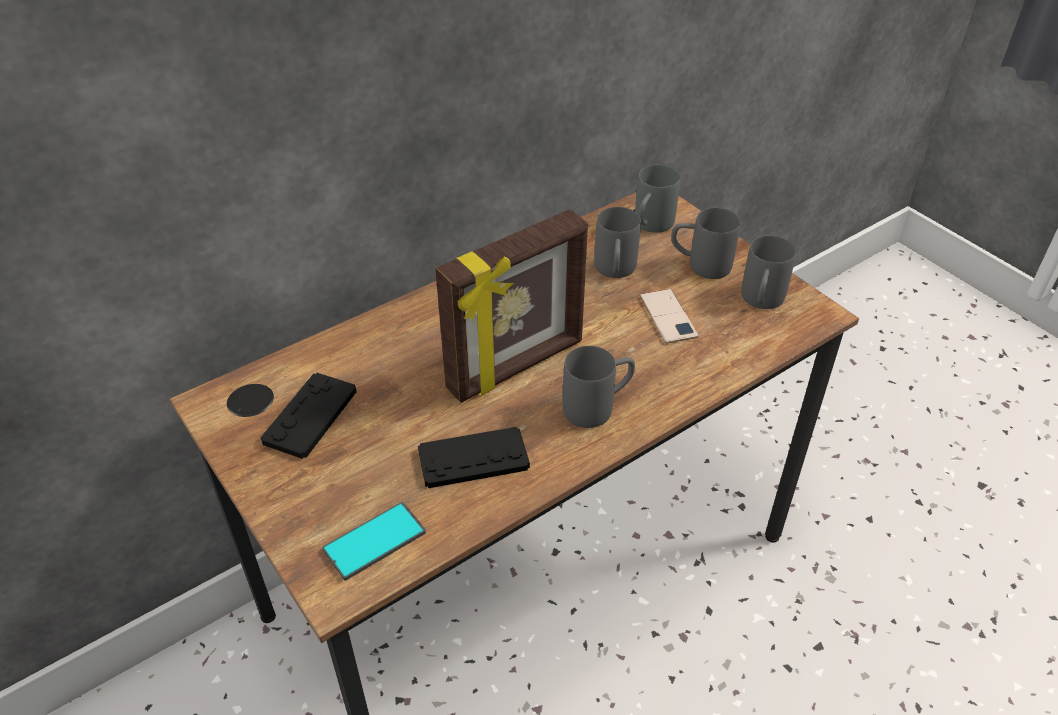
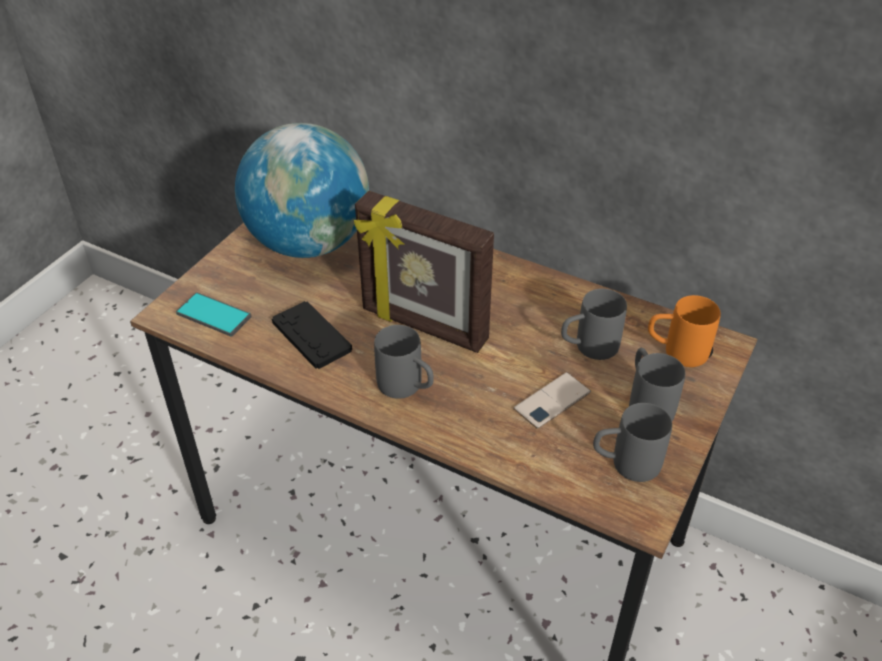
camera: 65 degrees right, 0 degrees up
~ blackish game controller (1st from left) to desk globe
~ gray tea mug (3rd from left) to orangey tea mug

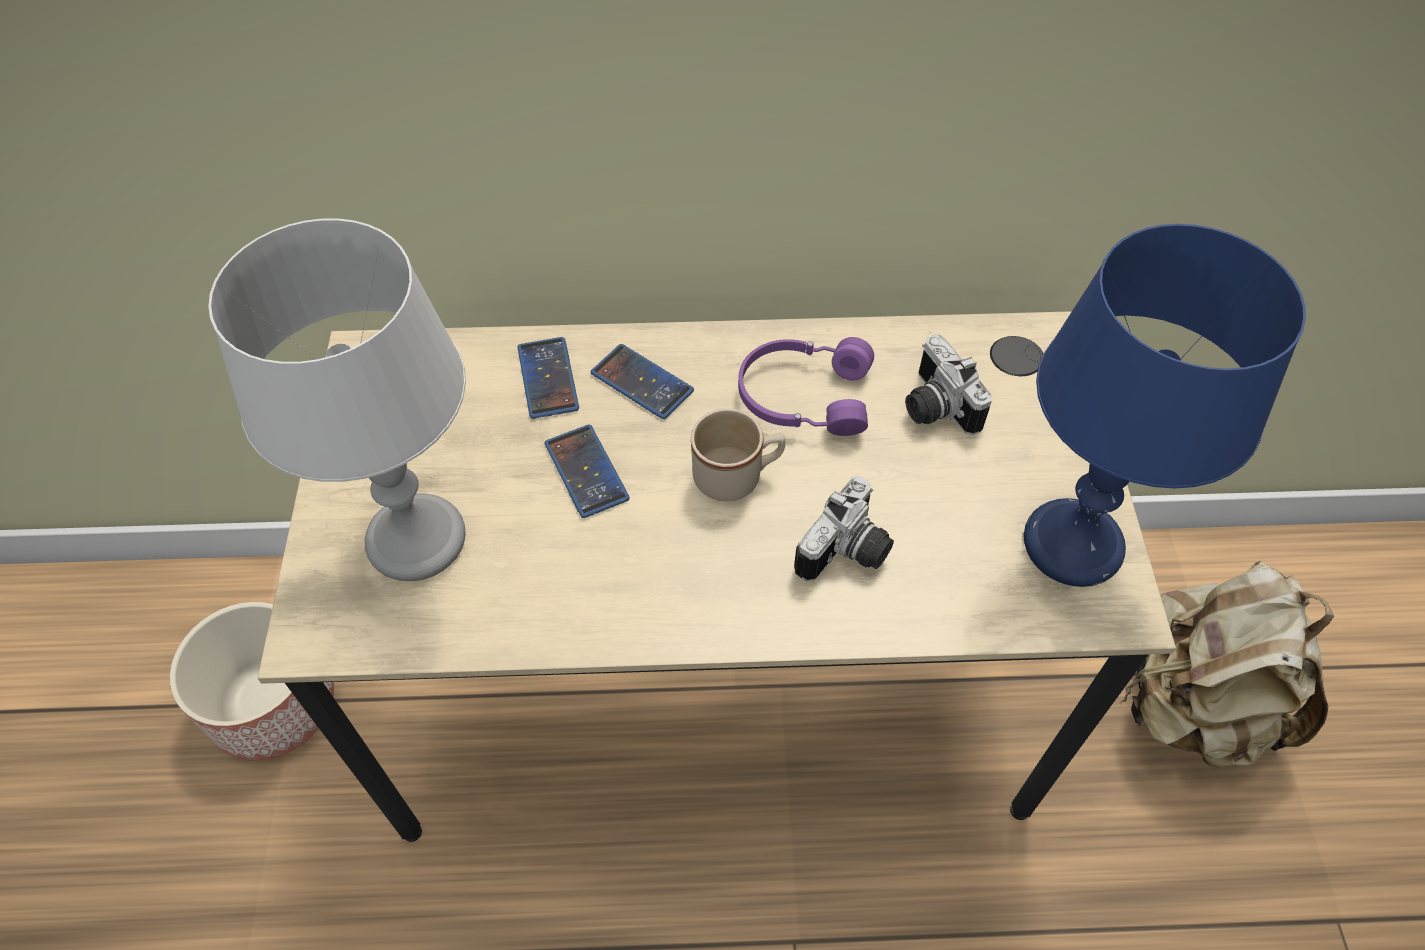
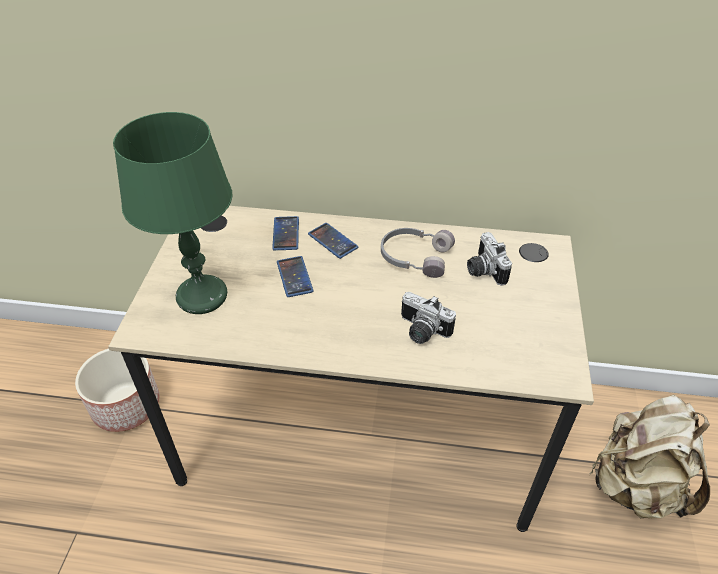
camera: 10 degrees right, 10 degrees down
~ gray lamp for a table to green lamp for a table
~ purple pair of headphones to gray pair of headphones
~ still camera (1st from left) 75 degrees clockwise
- beige tea mug
- blue lamp for a table

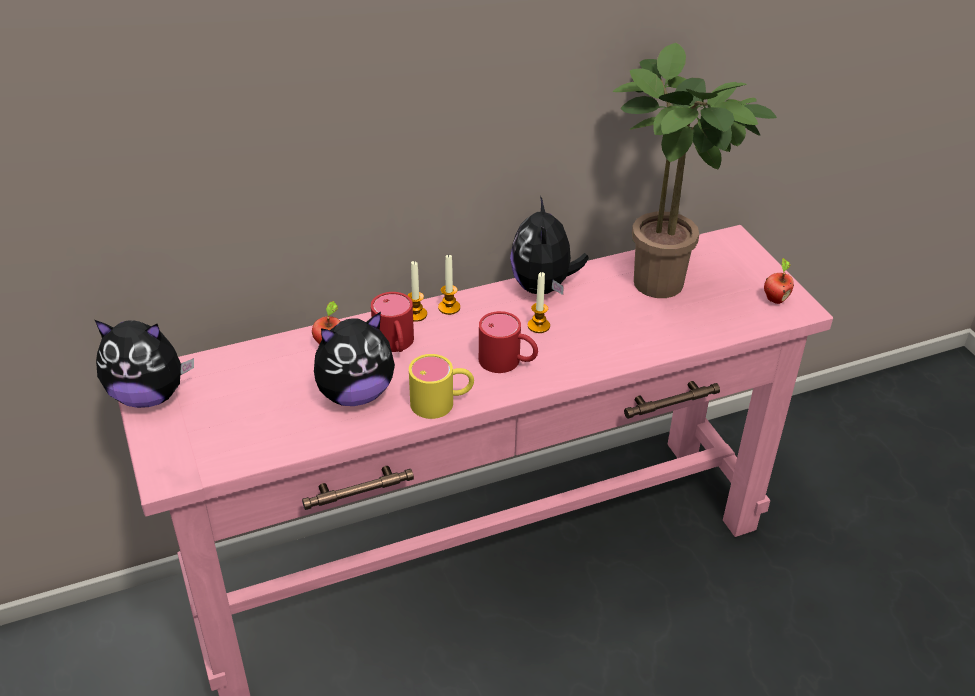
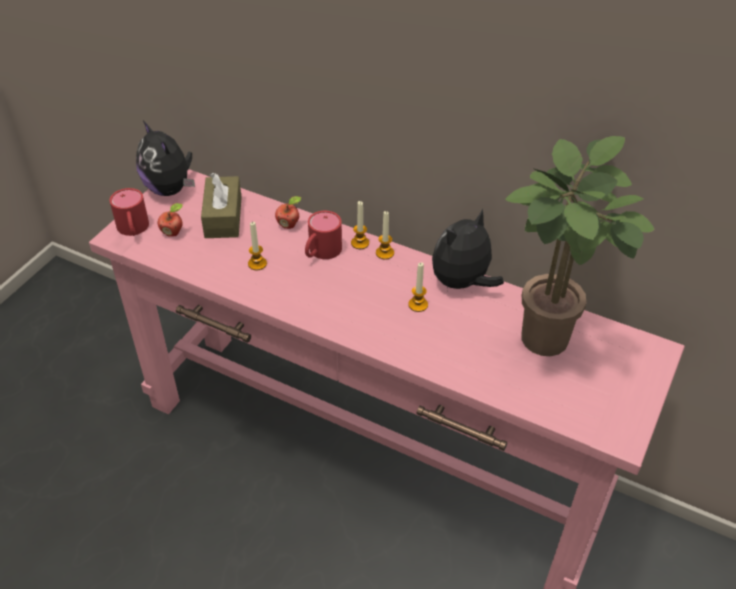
camera: 50 degrees right, 5 degrees up
~ reddish tea mug (2nd from left in the first image) to reddish tea mug (1st from left)
~ whole apple (2nd from left in the first image) to whole apple (1st from left)
+ brown-coloured box of tissues
~ cuddly toy (2nd from left) to candle (1st from left)
- yellow-coloured tea mug

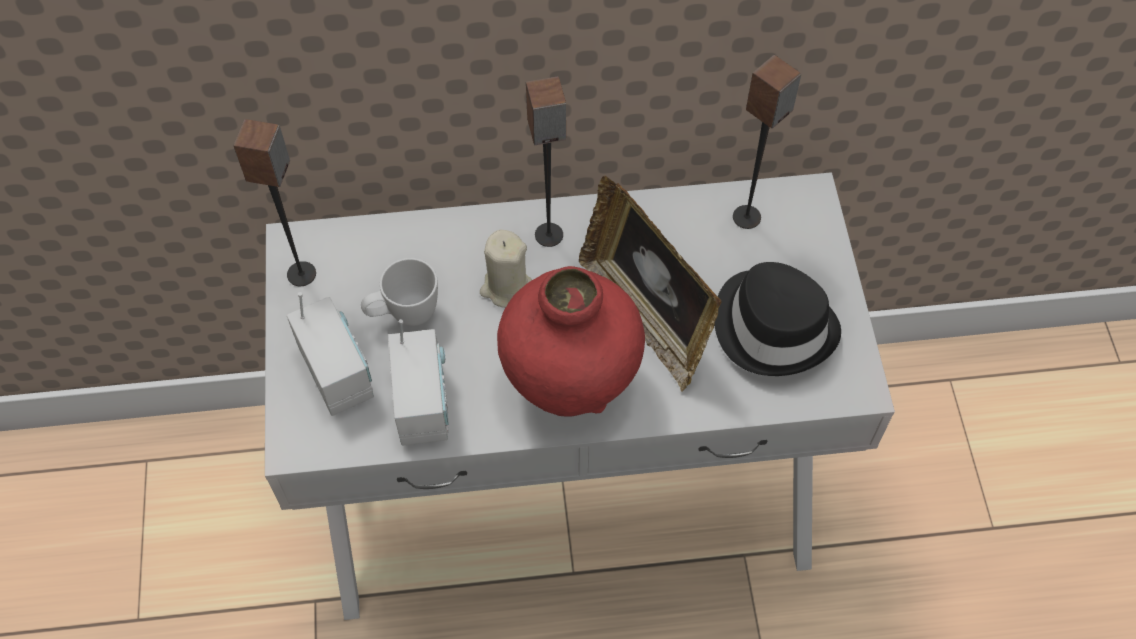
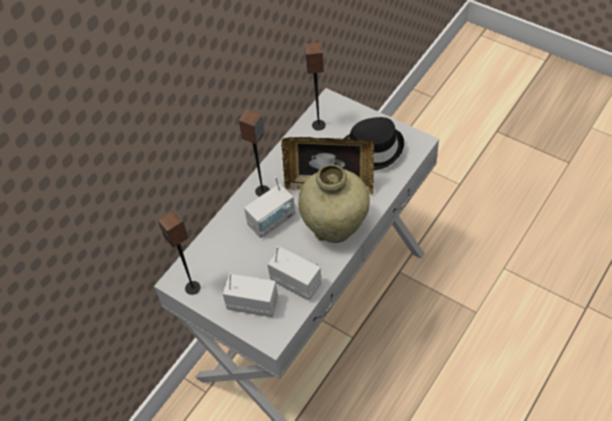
camera: 45 degrees left, 5 degrees down
~ beige candle to radio set (2nd from left)
~ reddish flower vase to beige flower vase
- white-coloured tea mug

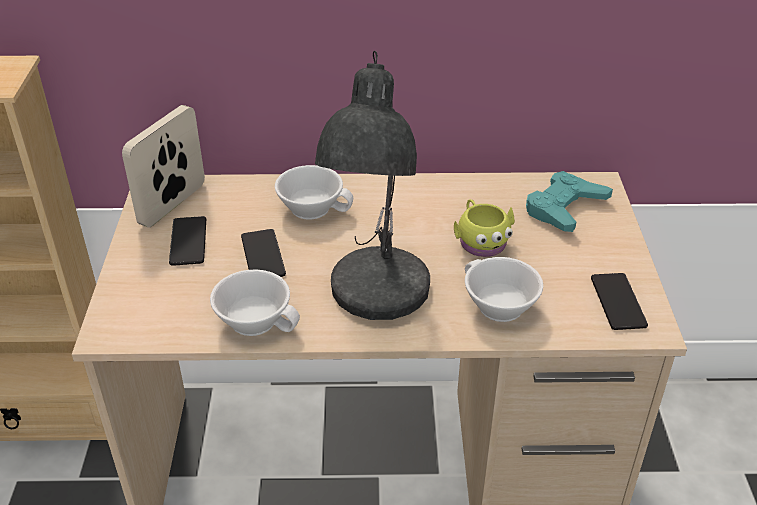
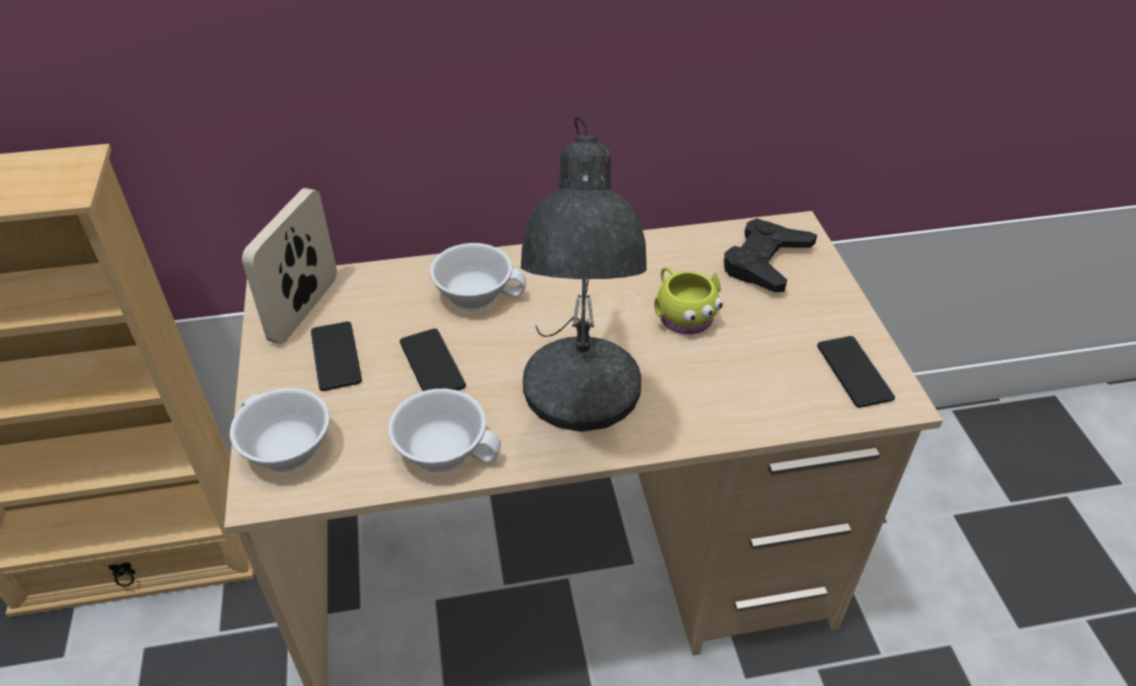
camera: 10 degrees left, 5 degrees up
~ white-coloured drinking cup (3rd from left in the first image) to white-coloured drinking cup (1st from left)
~ turquoise game controller to blackish game controller

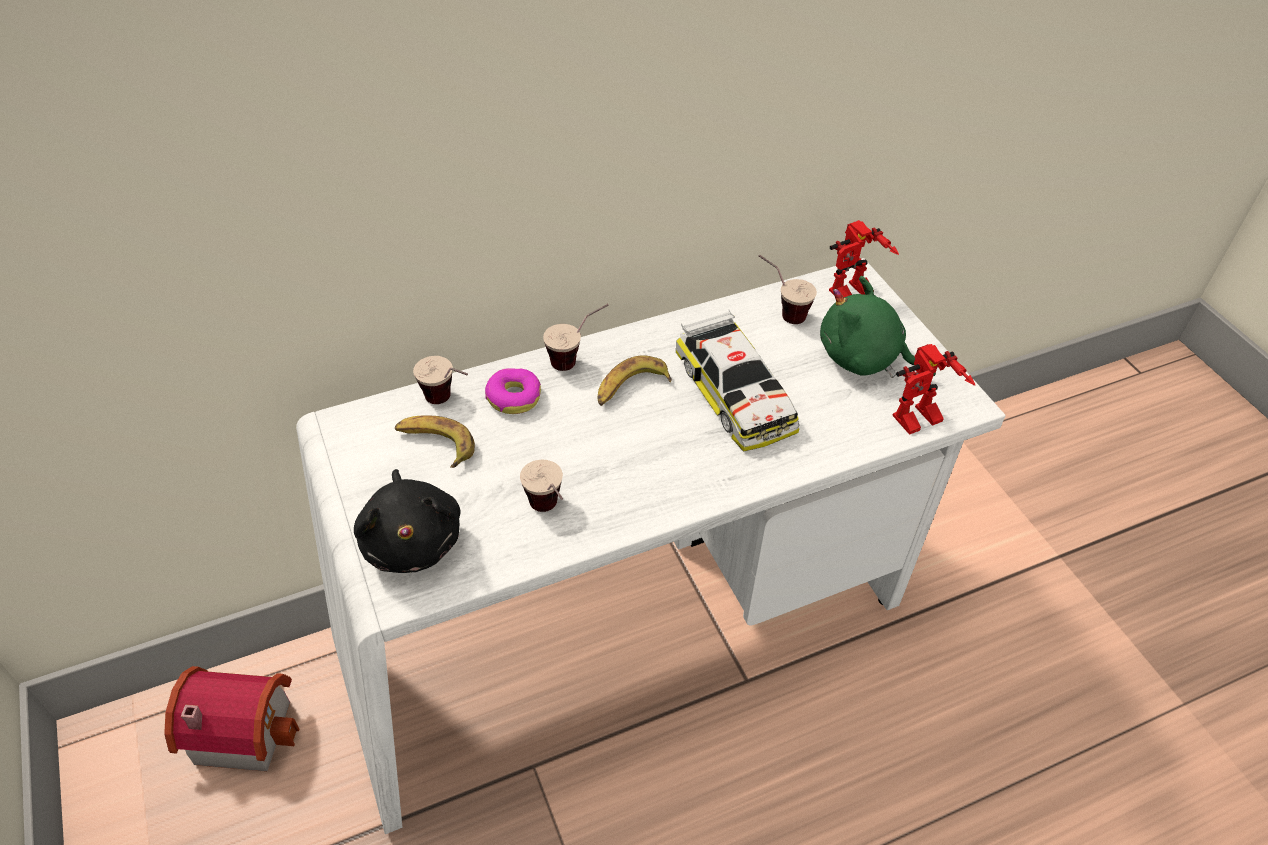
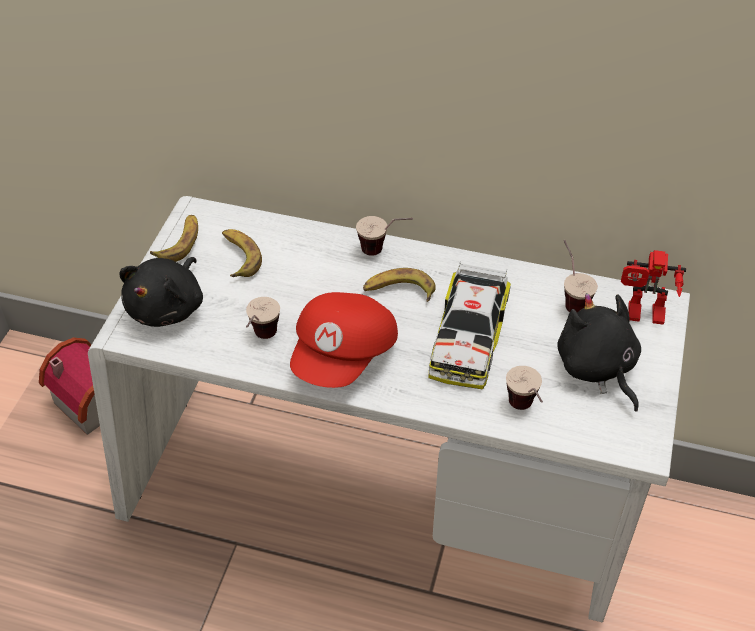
camera: 40 degrees right, 0 degrees up
+ banana (1st from left)
+ reddish cap
~ drinking cup (1st from left in the first image) to drinking cup (3rd from left)
~ green cuddly toy to blackish cuddly toy (2nd from left)
- doughnut
- toy robot (2nd from left)

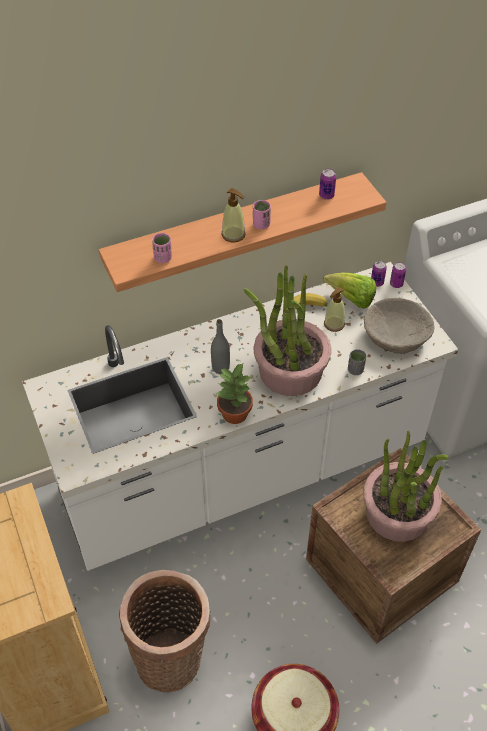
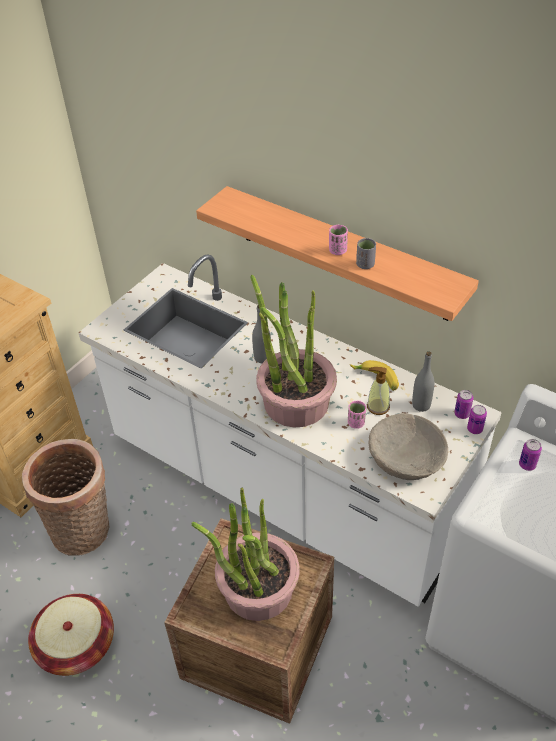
camera: 60 degrees right, 5 degrees down
~ pink drinking cup (1st from left in the first image) to pink drinking cup (2nd from left)
~ gray drinking cup
~ lettuce to gray bottle (2nd from left)
~ metal can (1st from left in the first image) to metal can (3rd from left)
- houseplant (1st from left)
- liquid soap bottle (1st from left)

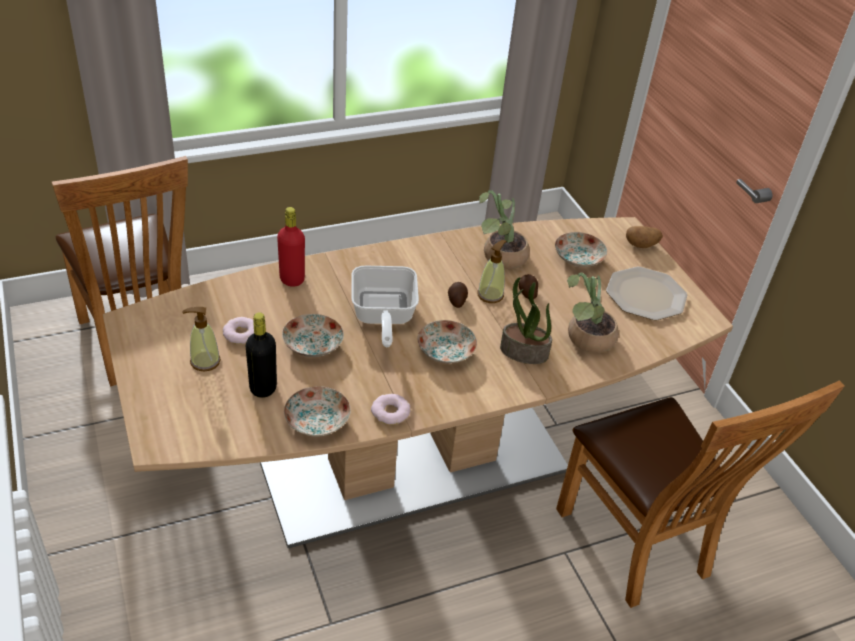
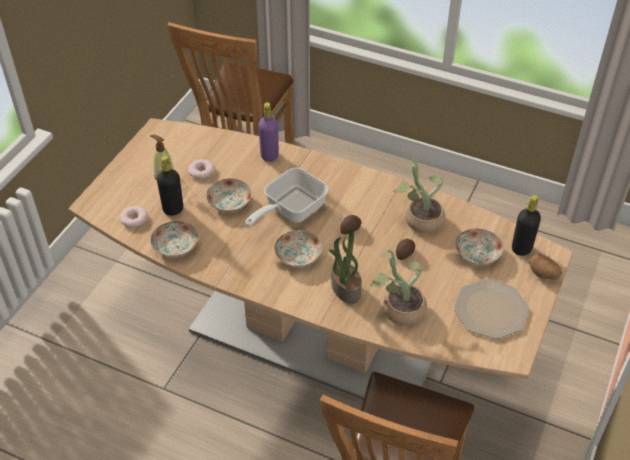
camera: 50 degrees right, 5 degrees up
~ doughnut (2nd from left in the first image) to doughnut (1st from left)
~ reddish bottle to purple bottle
+ blackish bottle (2nd from left)
- liquid soap bottle (2nd from left)

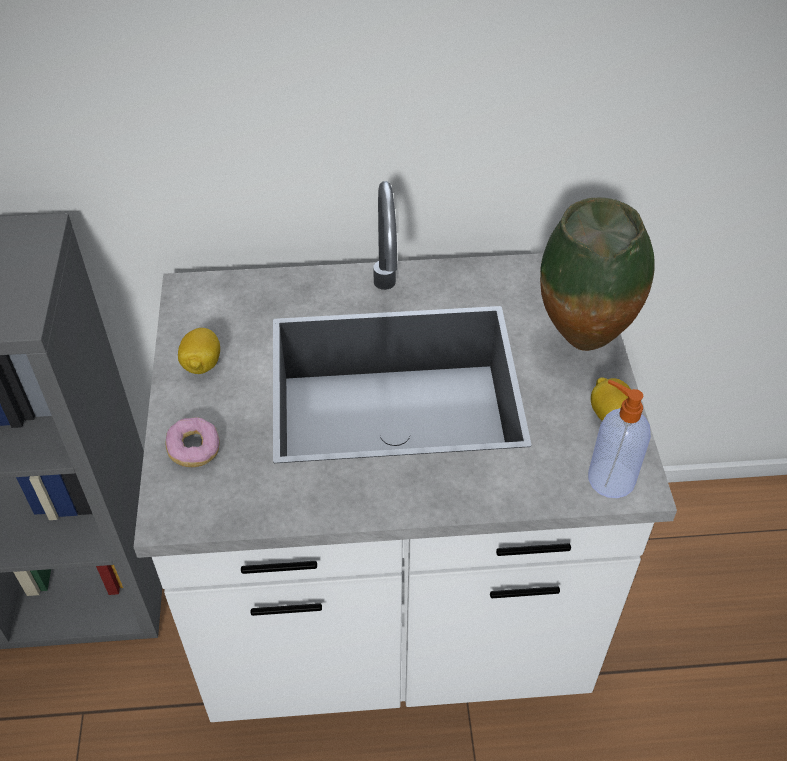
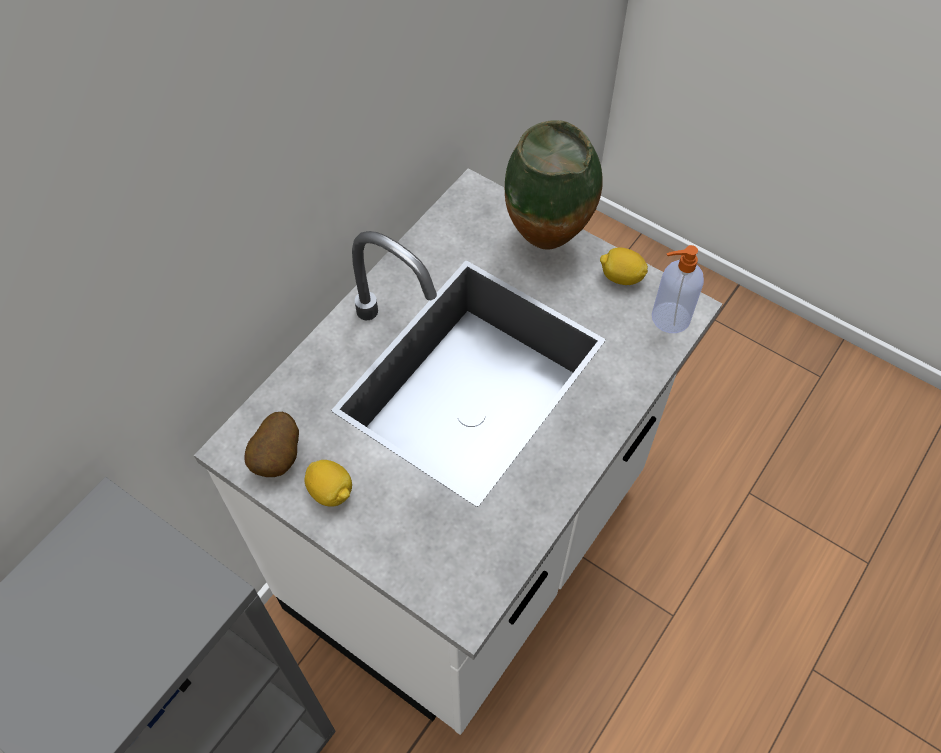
camera: 50 degrees left, 10 degrees up
+ whole potato
- doughnut

